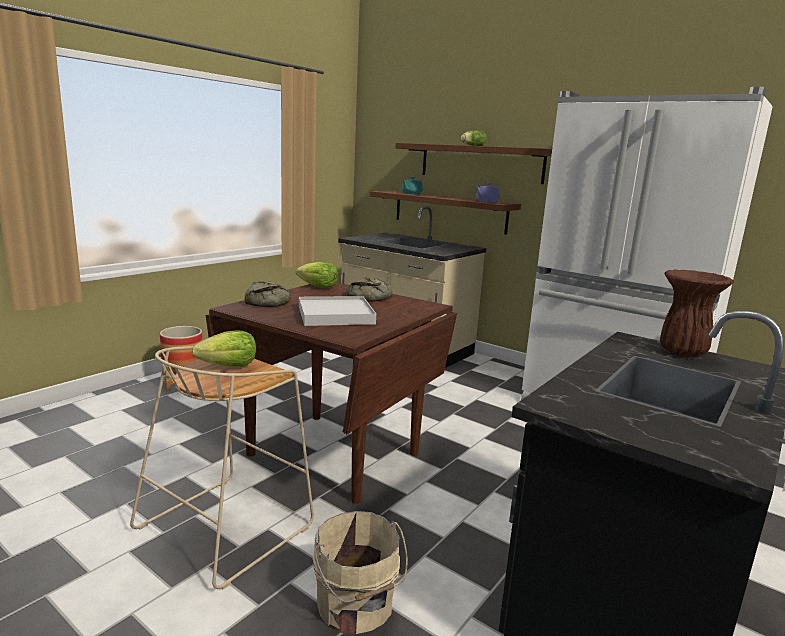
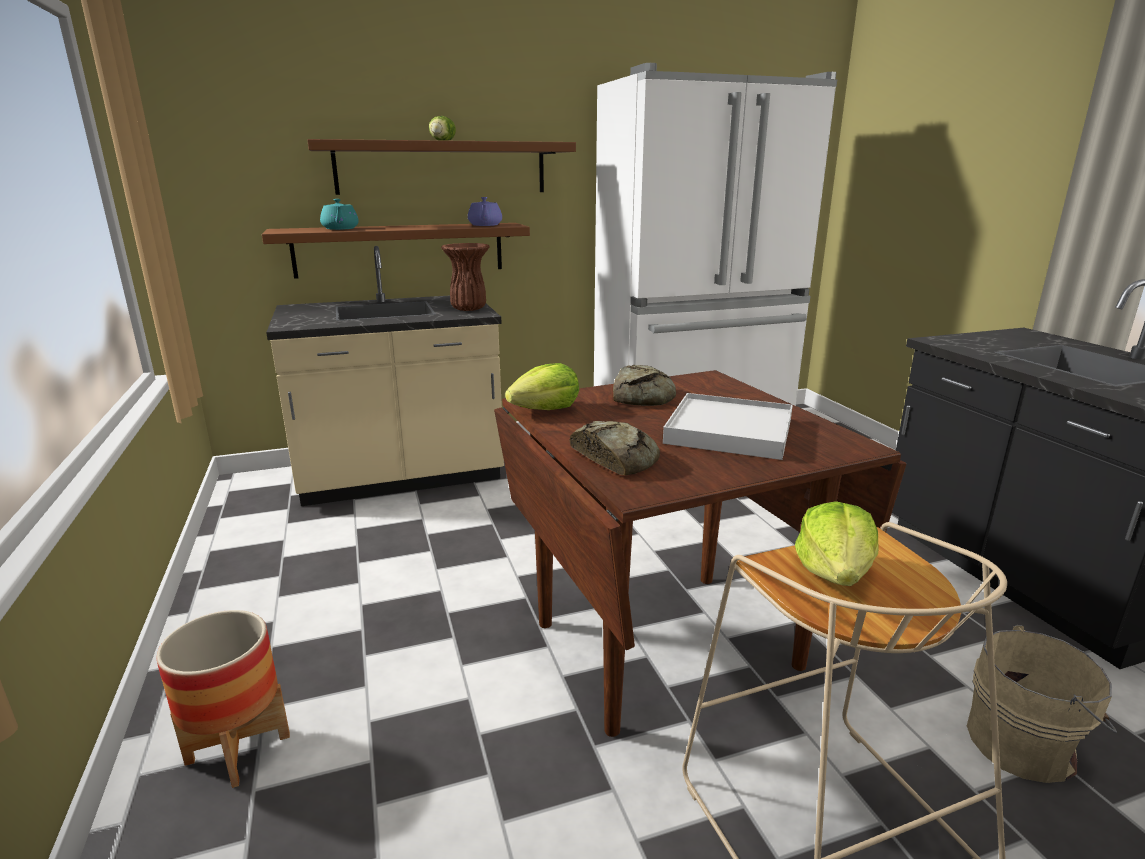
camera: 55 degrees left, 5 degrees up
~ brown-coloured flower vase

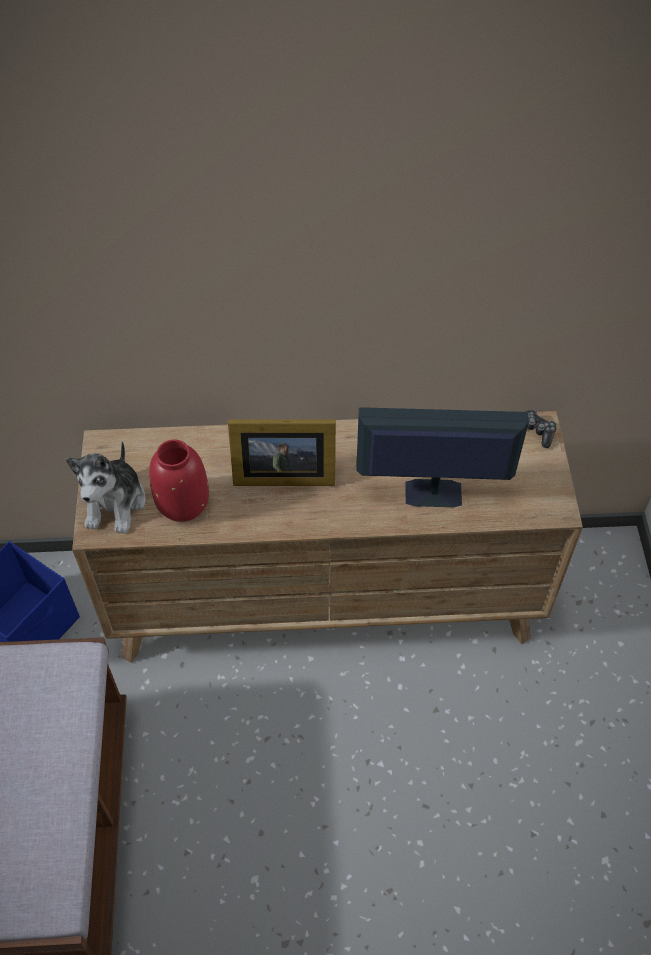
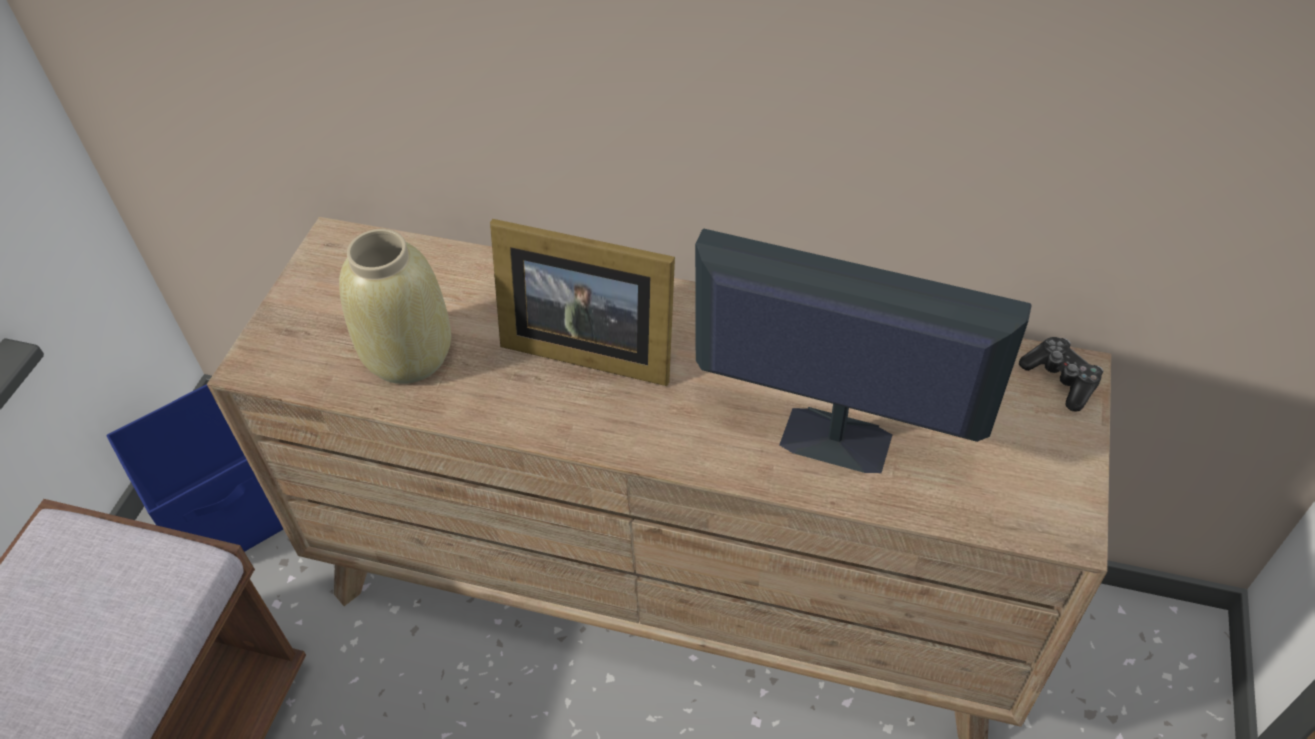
camera: 20 degrees right, 5 degrees down
~ reddish flower vase to beige flower vase
- cuddly toy

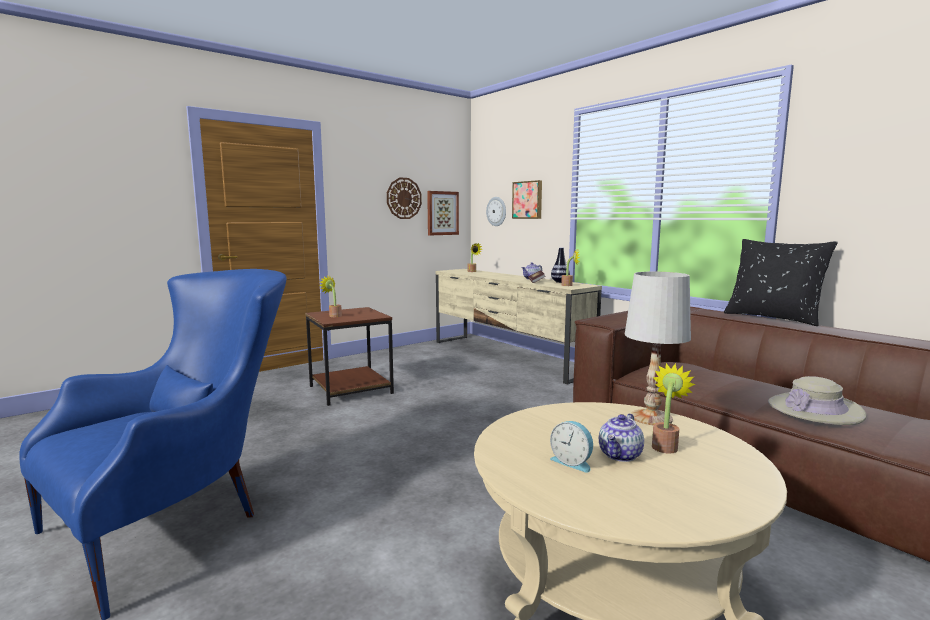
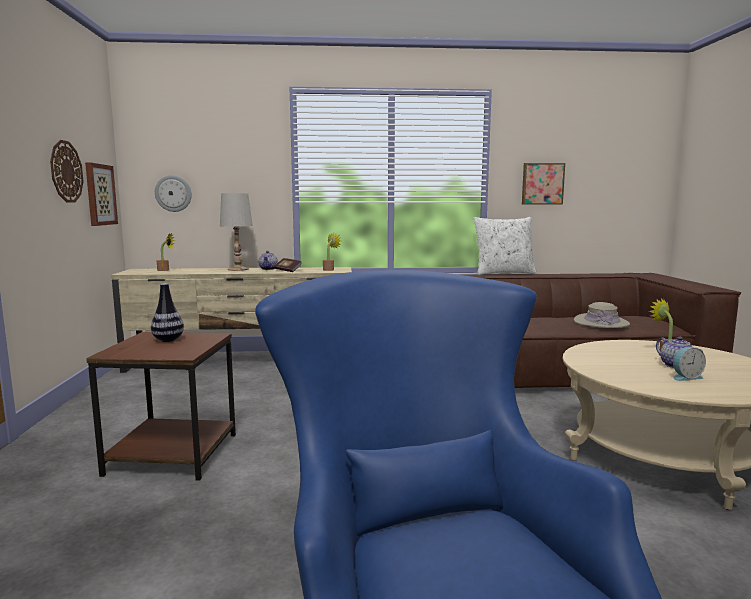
camera: 55 degrees left, 0 degrees up
~ flower vase
~ white-coloured lamp for a table
~ blackish cushion to white-coloured cushion
~ wall picture (2nd from left)
- houseplant (1st from left)

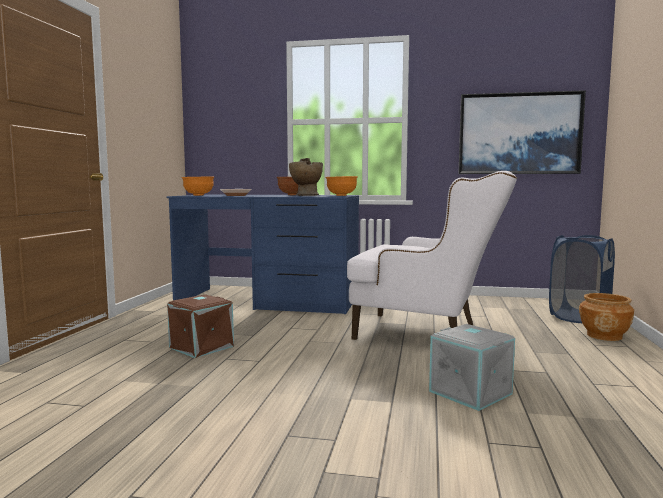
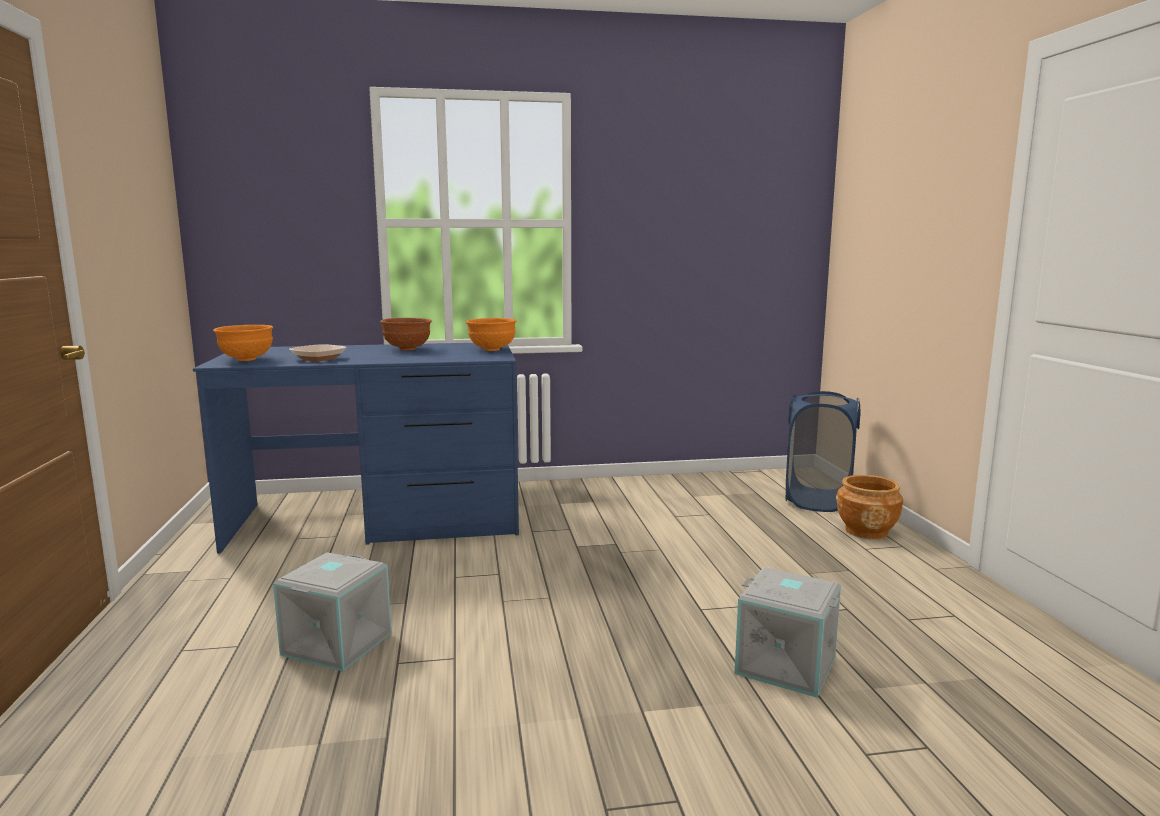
camera: 20 degrees left, 5 degrees up
~ brown-coloured storage box to gray storage box (1st from left)
- beige flower vase
- white-coloured easy chair
- wall picture

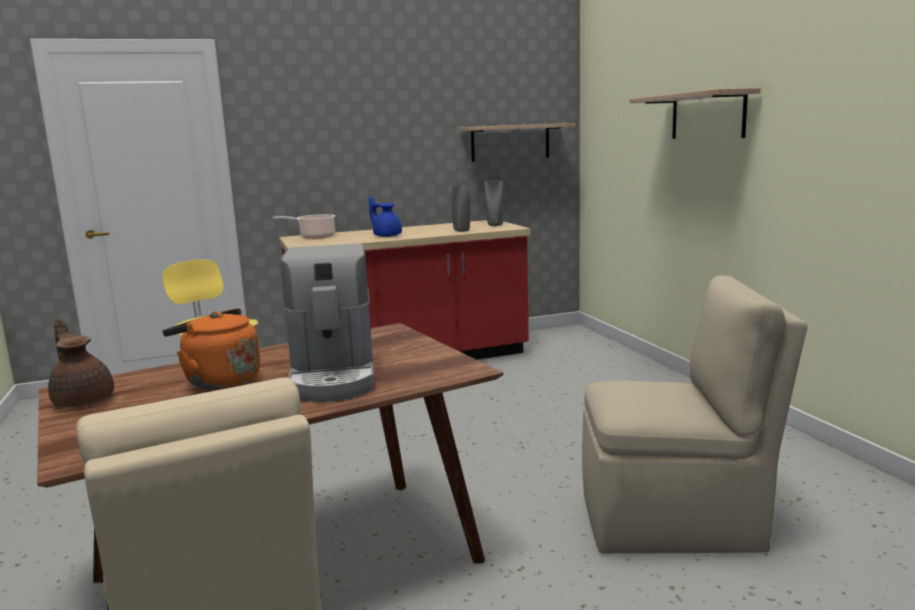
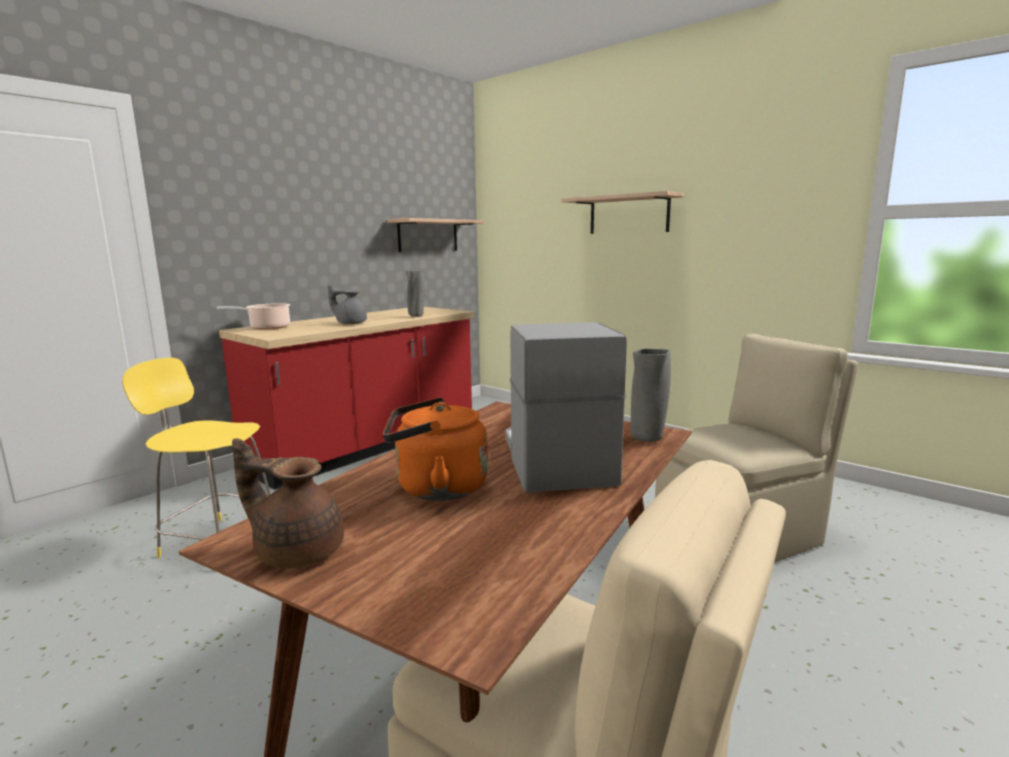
camera: 30 degrees left, 0 degrees up
~ blue pot for tea to gray pot for tea
~ coffee machine 150 degrees counterclockwise
~ gray flower vase (2nd from left)

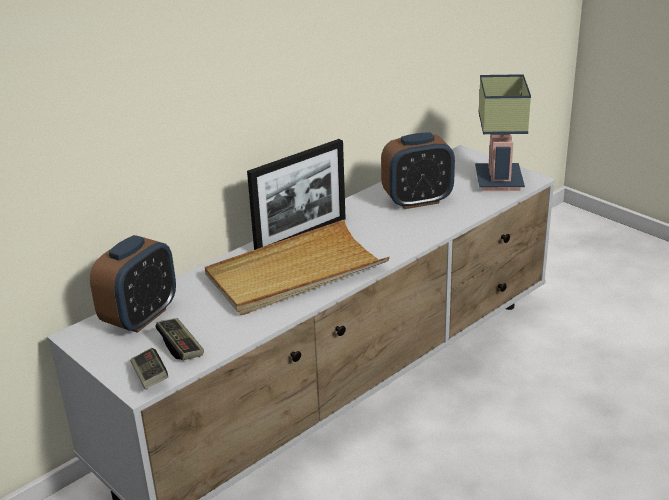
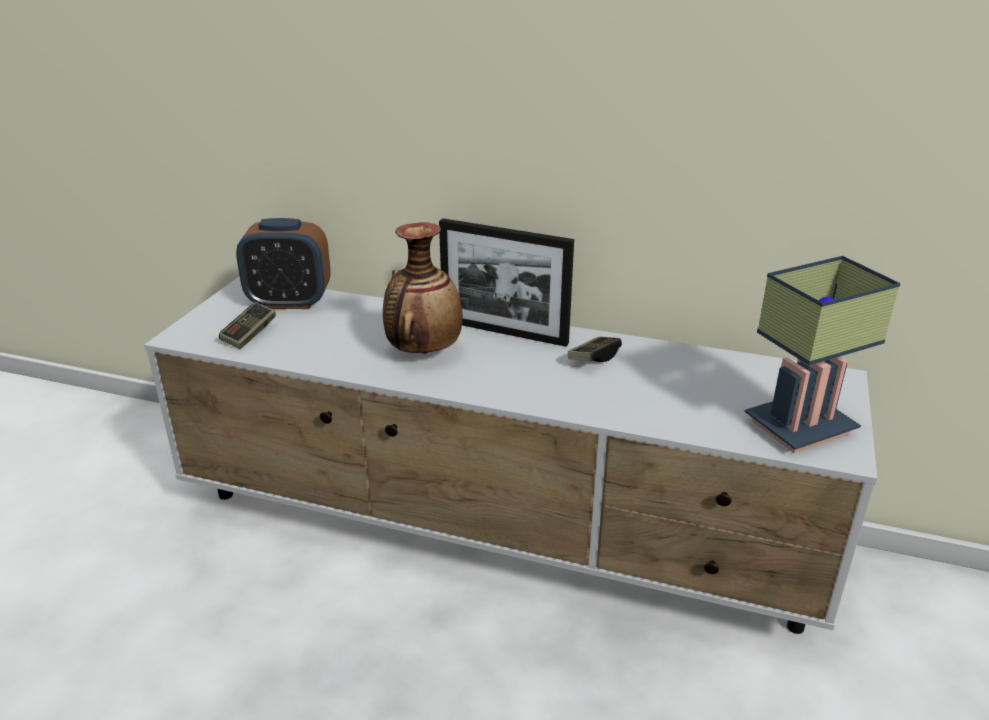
camera: 60 degrees right, 0 degrees up
~ beige tray to flower vase
~ game controller (1st from left in the first image) to game controller (2nd from left)
- bedside clock (2nd from left)

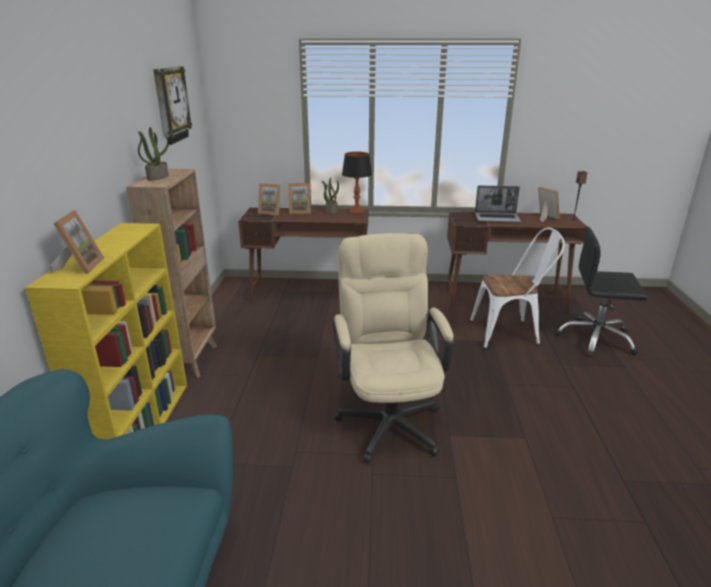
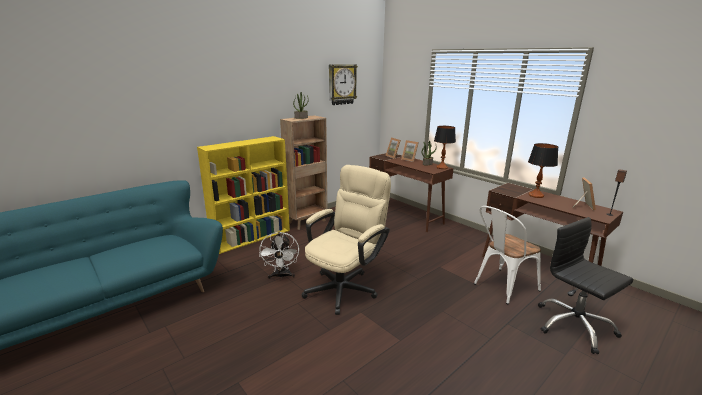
camera: 45 degrees right, 5 degrees down
+ white-coloured fan
~ white-coloured chair 105 degrees clockwise
~ portable computer to lamp for a table (2nd from left)
- standing frame (1st from left)

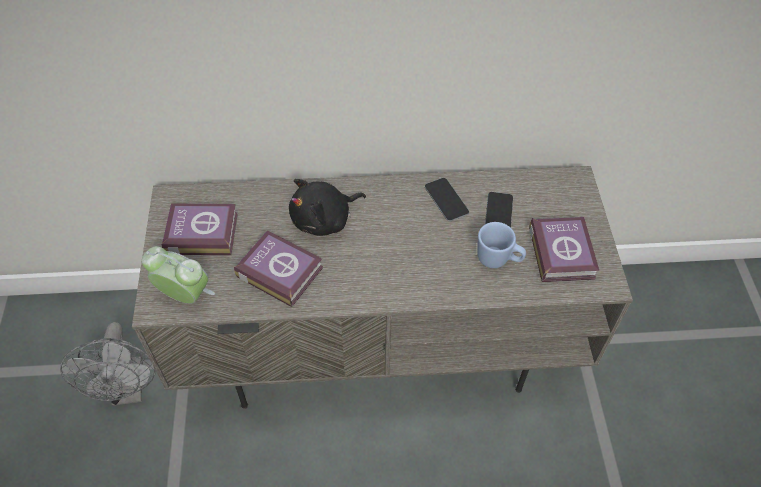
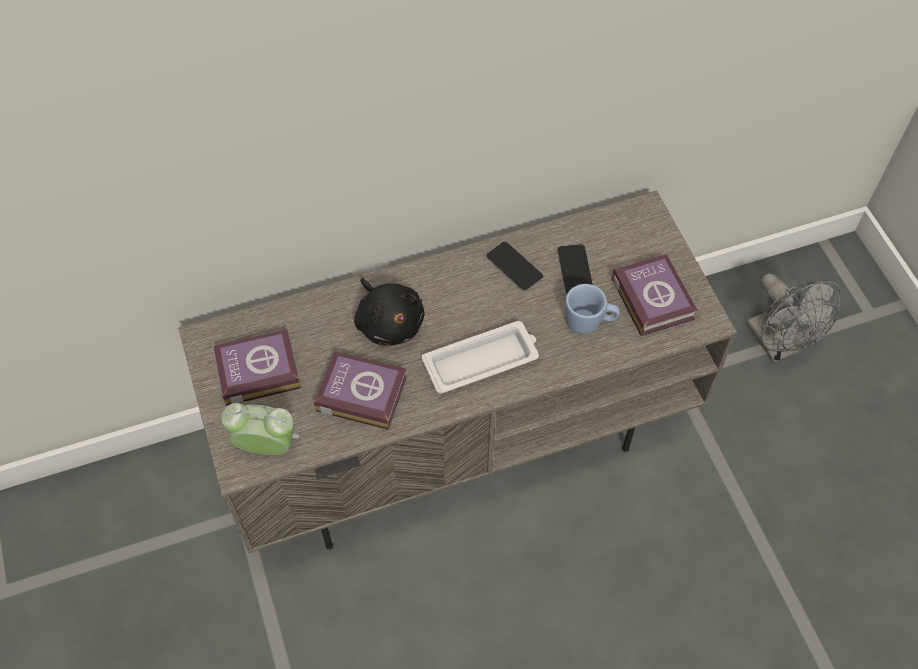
camera: 15 degrees left, 5 degrees up
~ blackish cuddly toy 75 degrees counterclockwise
+ white-coloured tray
~ gray fan

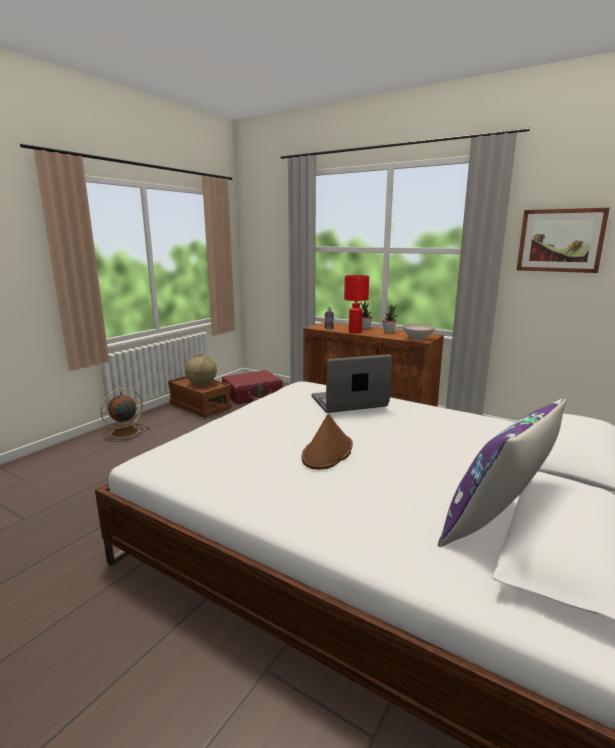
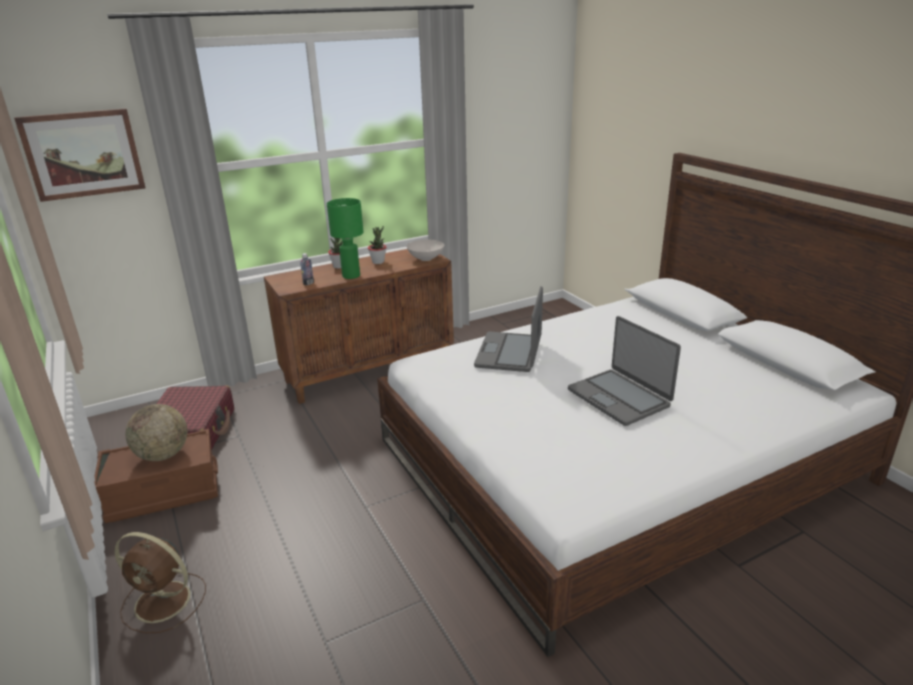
camera: 60 degrees left, 10 degrees up
~ wall picture
~ brown-coloured fan 60 degrees counterclockwise
~ reddish lamp for a table to green lamp for a table
~ brown-coloured clothing hat to portable computer (2nd from left)
- purple cushion

